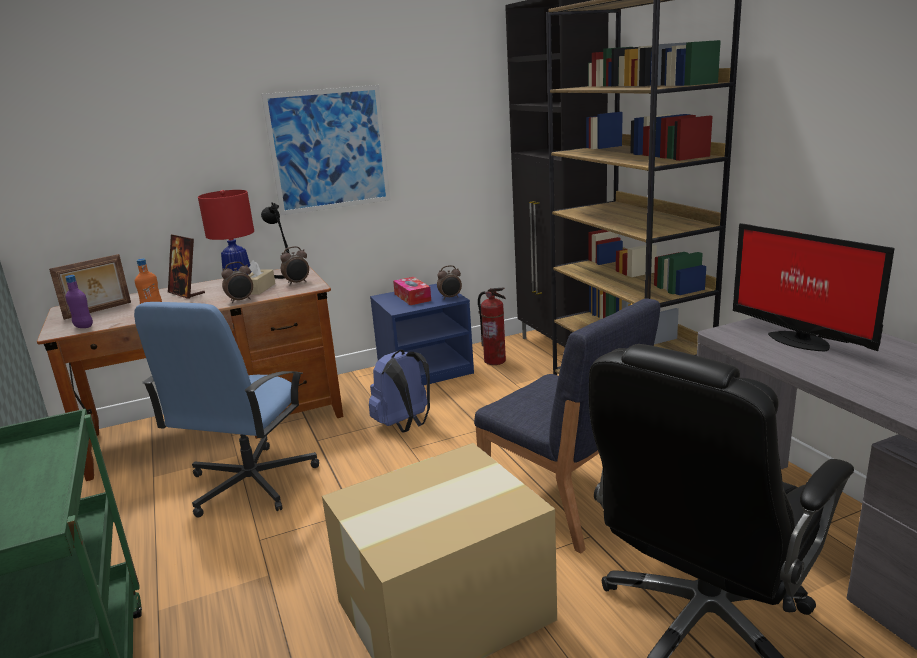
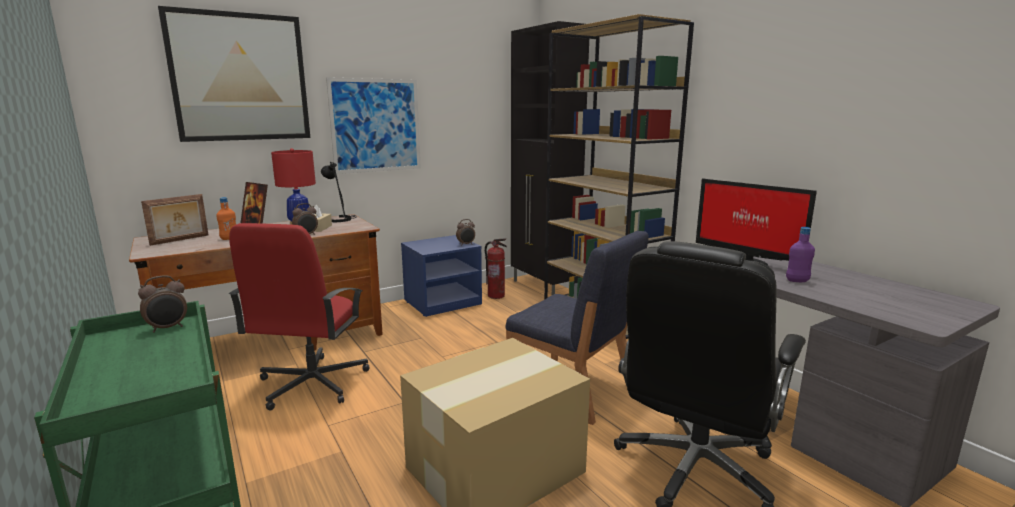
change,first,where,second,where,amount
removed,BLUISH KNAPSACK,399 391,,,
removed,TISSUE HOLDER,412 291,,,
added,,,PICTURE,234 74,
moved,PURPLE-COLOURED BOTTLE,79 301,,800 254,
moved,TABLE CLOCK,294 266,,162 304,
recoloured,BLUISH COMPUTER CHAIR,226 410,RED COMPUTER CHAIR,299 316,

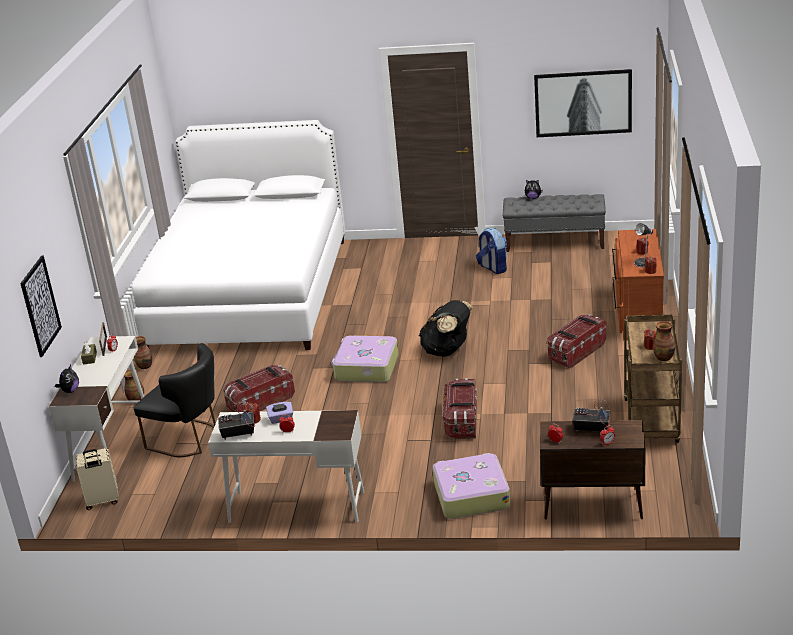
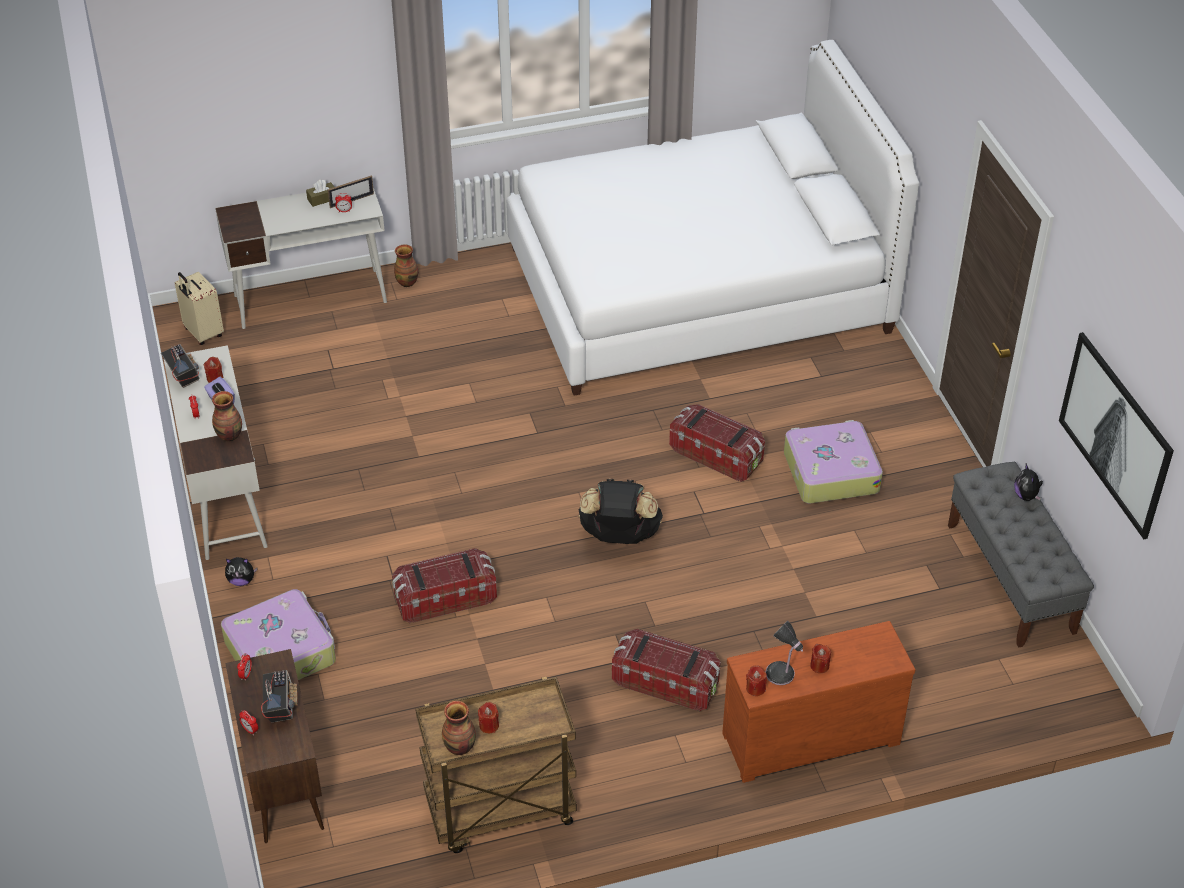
change,first,where,second,where,amount
removed,PICTURE,41 306,,,
removed,BLACK-COLOURED CHAIR,175 400,,,
removed,KNAPSACK,491 251,,,
moved,CUDDLY TOY,67 379,,241 571,
moved,FLOWER VASE,143 352,,227 416,
moved,STORAGE BOX,259 388,,717 443,
moved,TRAVEL CASE,365 359,,833 461,

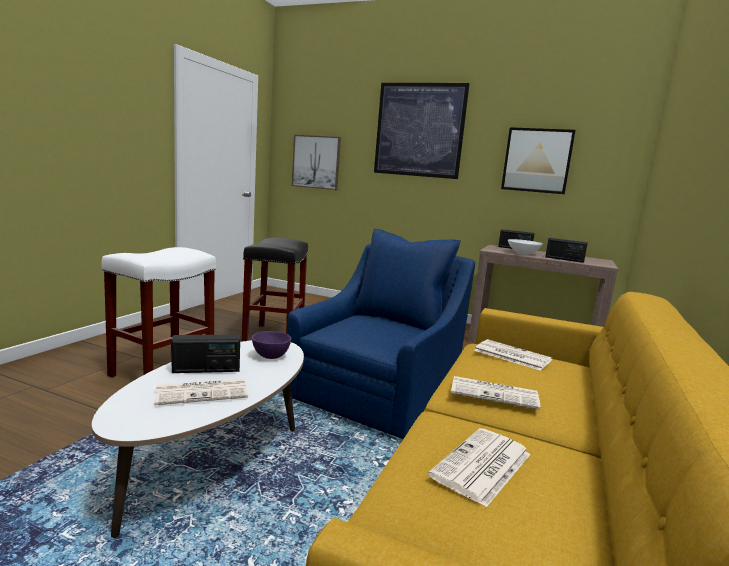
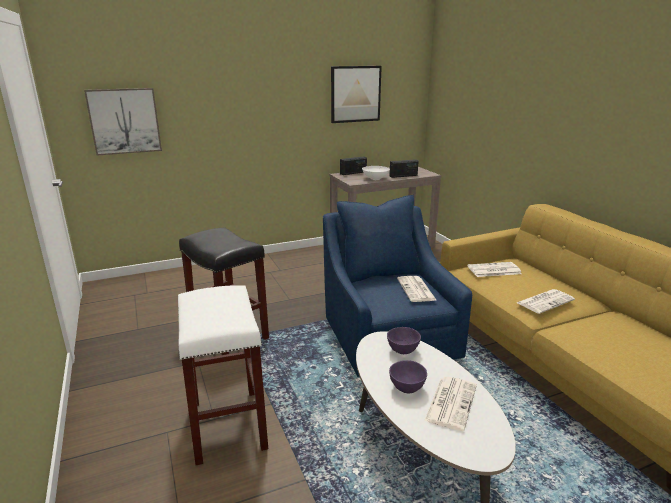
change,first,where,second,where,amount
removed,PICTURE,422 131,,,
moved,PRINTED PAPER,479 467,,416 289,
replaced,RADIO SET,205 354,PURPLE-COLOURED DEEP DISH,408 376,

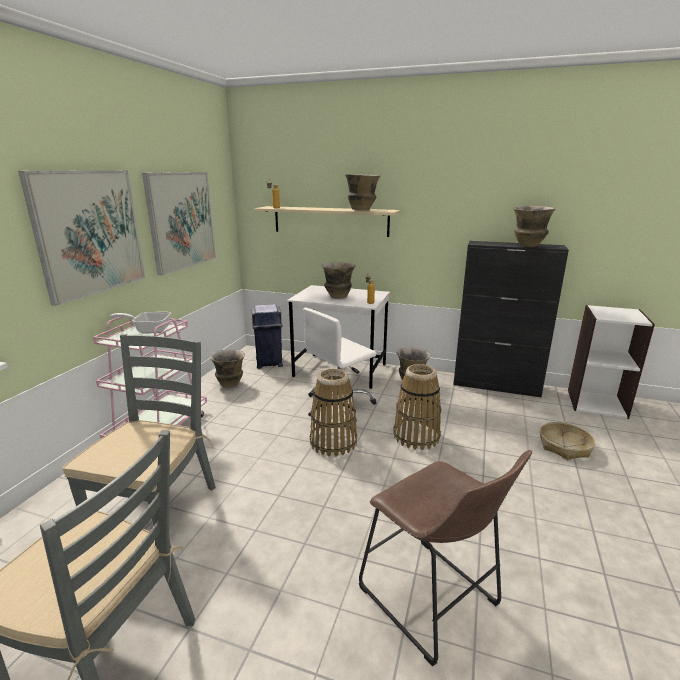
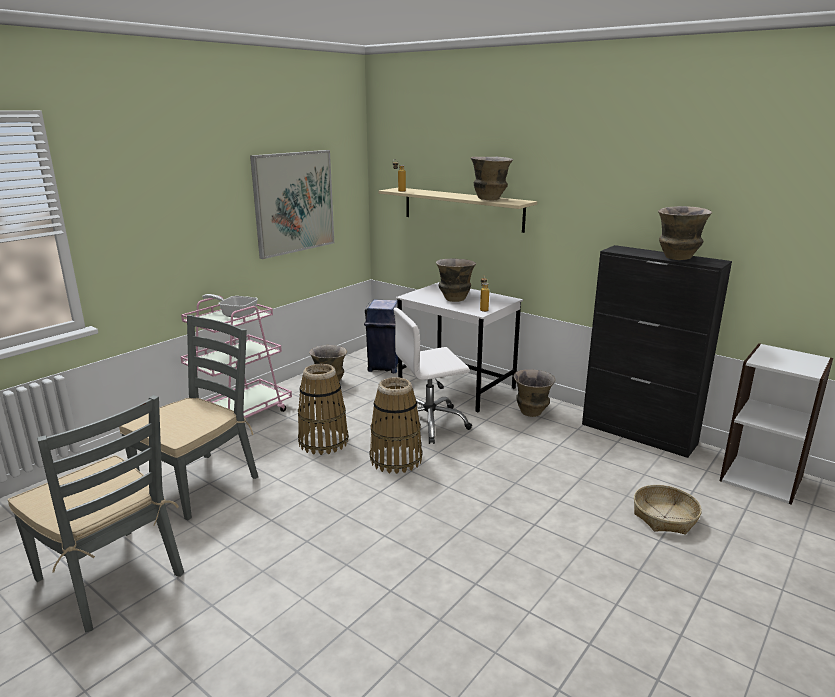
change,first,where,second,where,amount
removed,PICTURE,81 238,,,
removed,BROWNISH STOOL,445 558,,,
moved,STORAGE BASKET,417 407,,323 409,

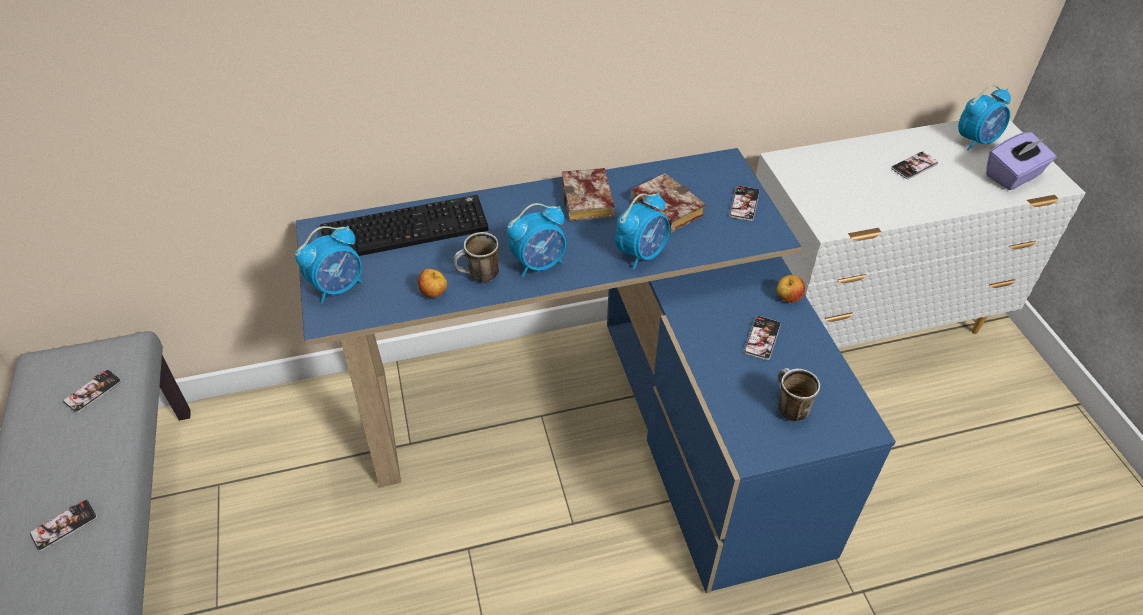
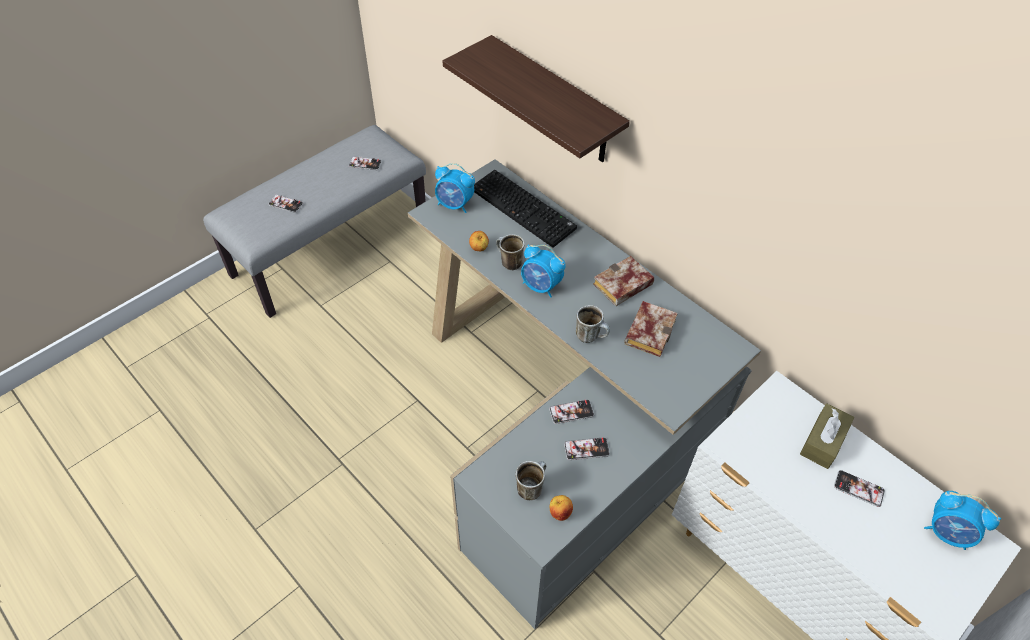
change,first,where,second,where,amount
removed,PURPLE-COLOURED TISSUE HOLDER,1021 161,,,
added,,,WALL SHELF,536 98,
added,,,BROWNISH TISSUE HOLDER,827 436,
moved,PHONE,744 203,,571 412,
moved,APPLE FRUIT,791 289,,561 508,
replaced,TABLE CLOCK,642 231,MUG,593 324,
recoloured,BLUISH DESK UNIT,596 370,GREYISH DESK UNIT,584 394,

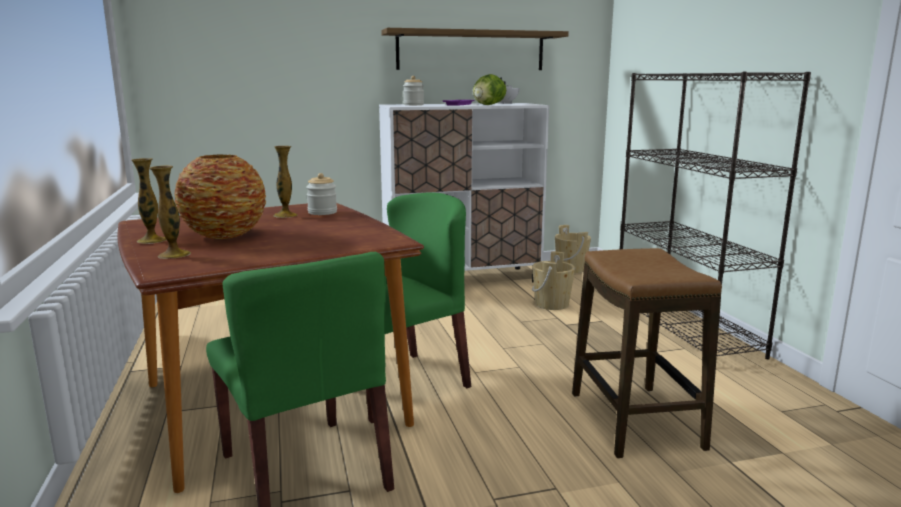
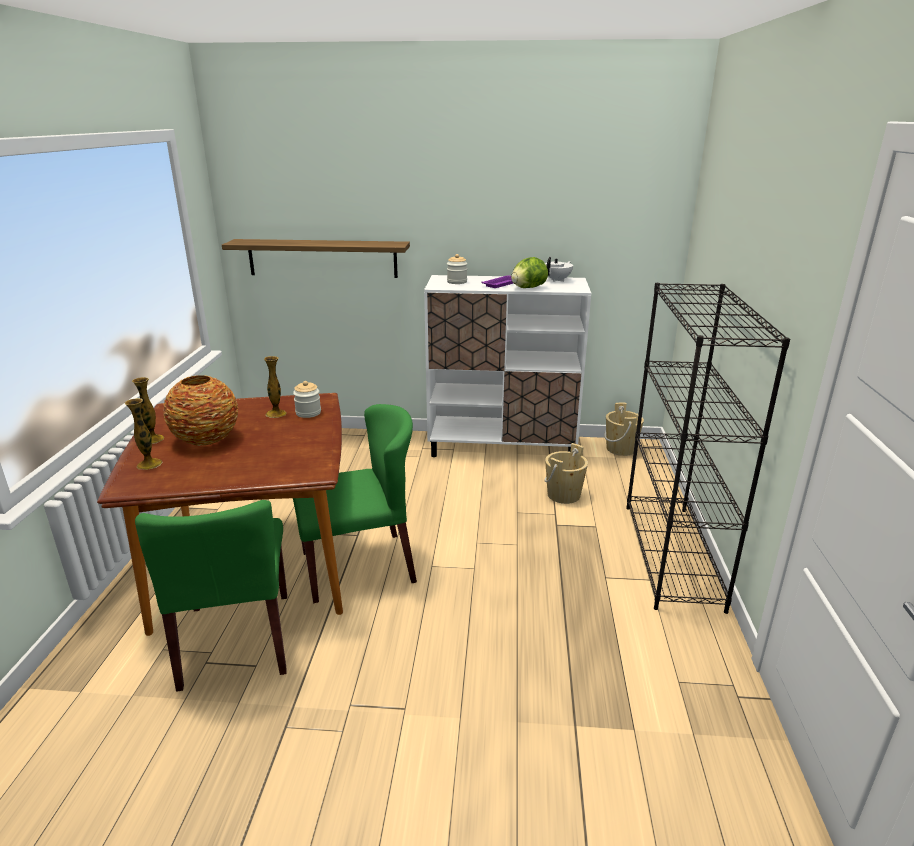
change,first,where,second,where,amount
removed,STOOL,647 353,,,
moved,WALL SHELF,475 49,,316 258,

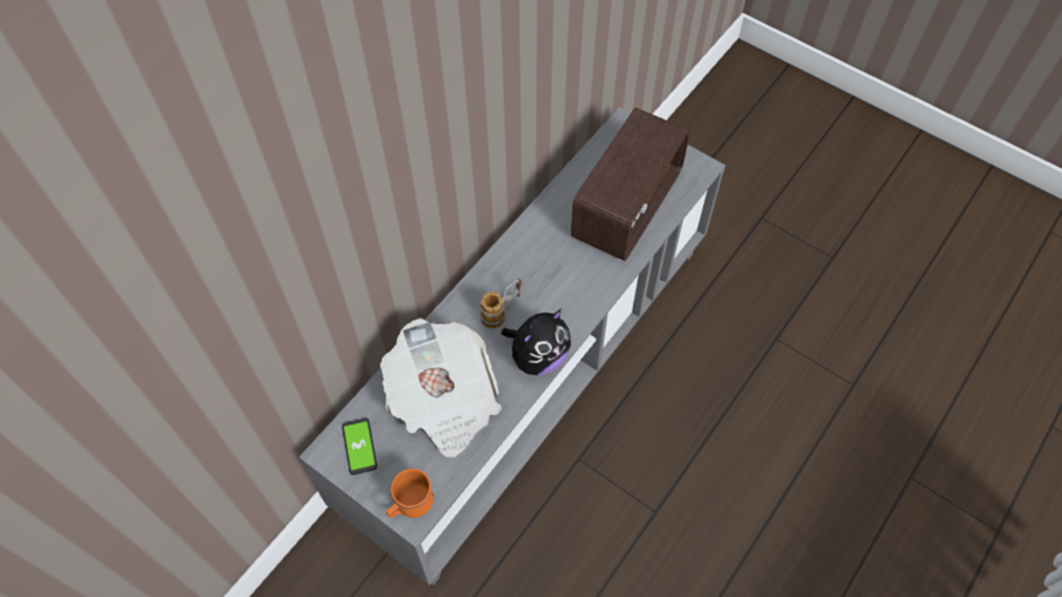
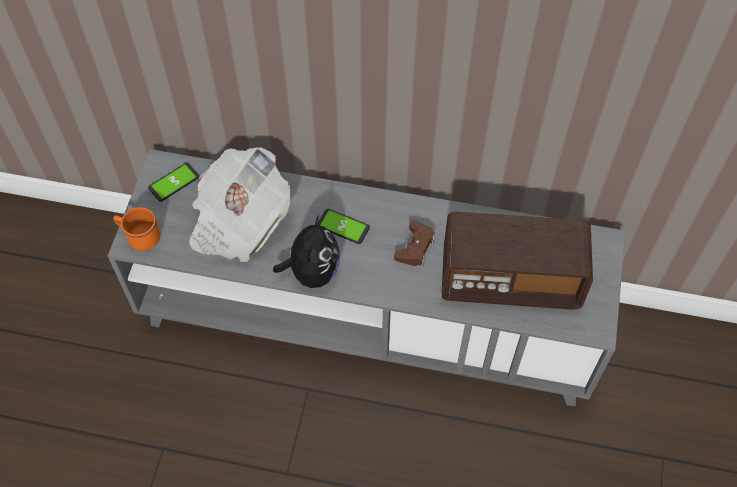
change,first,where,second,where,amount
added,,,BROWNISH GAME CONTROLLER,414 243,
replaced,MUG,500 303,PHONE,344 226,
turned,CUDDLY TOY,536 342,,306 251,105 degrees counterclockwise

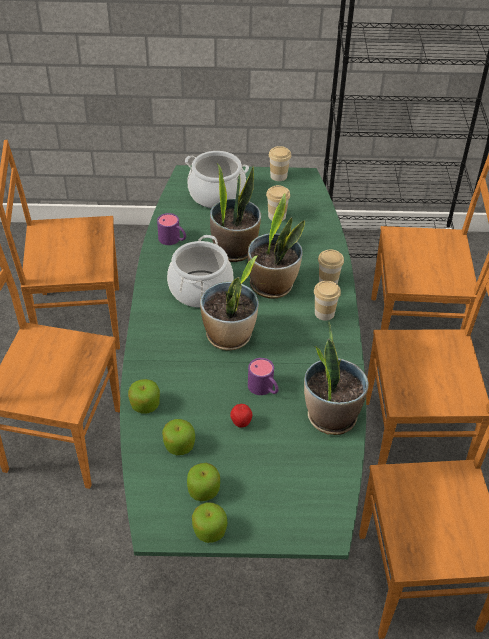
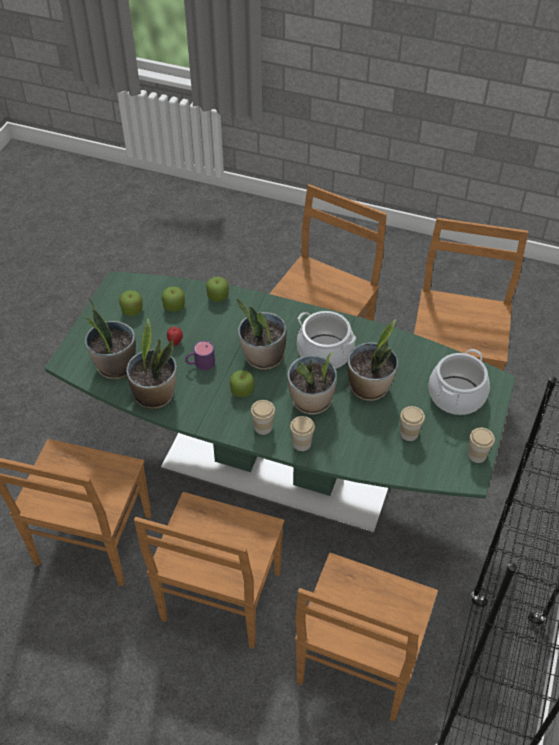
change,first,where,second,where,amount
removed,PURPLE-COLOURED MUG,171 229,,,
added,,,PLANT IN A POT,110 338,
moved,APPLE FRUIT,209 522,,242 383,

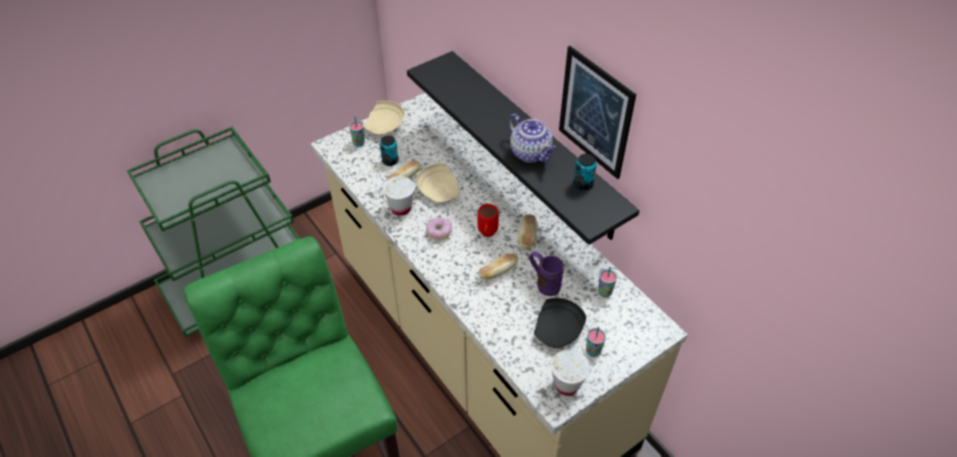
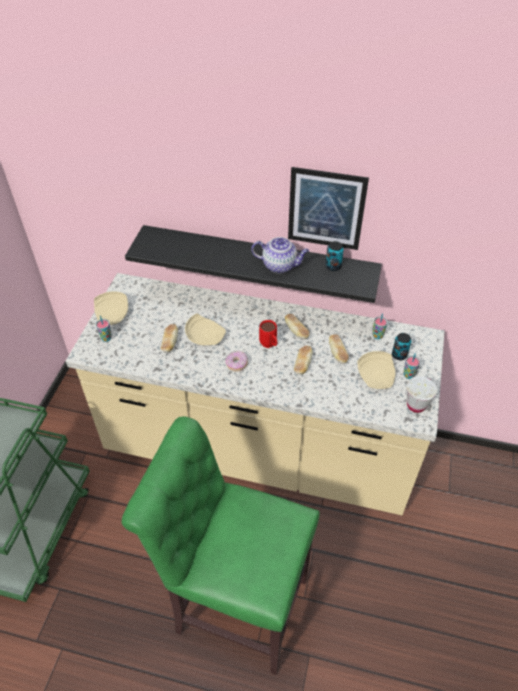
change,first,where,second,where,amount
removed,WHITE-COLOURED SMALL CUP,399 196,,,
moved,METAL CAN,389 150,,401 346,
replaced,PURPLE-COLOURED MUG,546 274,BREAD,339 349,
recoloured,BLACK-COLOURED FLAT DISH,560 323,SAND-COLOURED FLAT DISH,376 370,

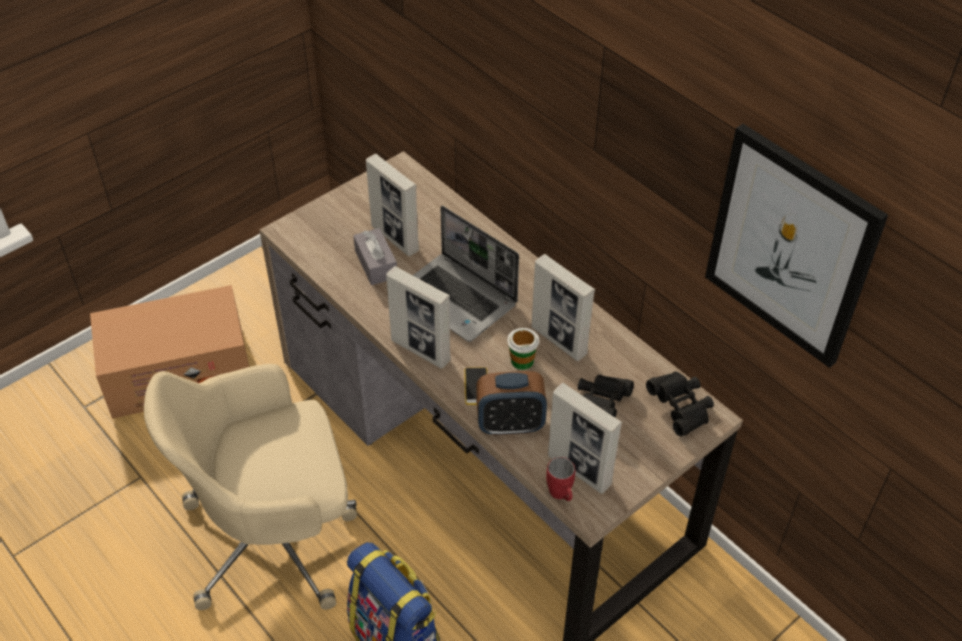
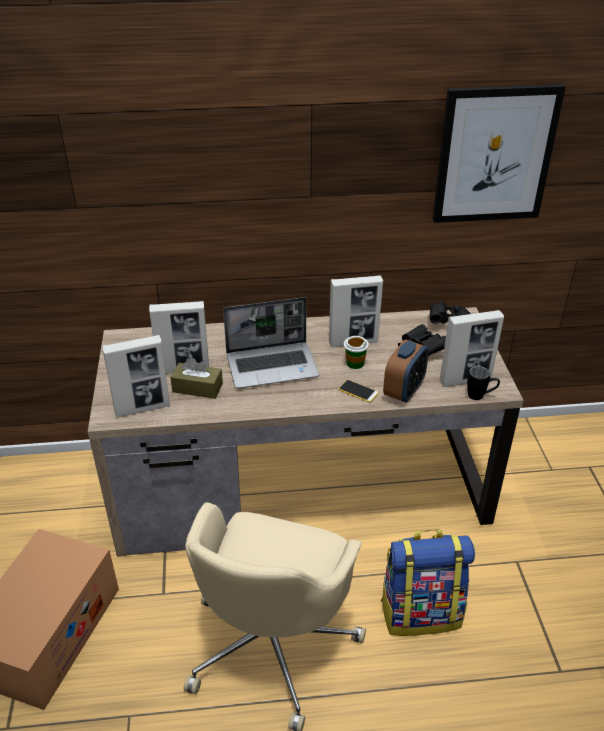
change,first,where,second,where,amount
moved,STANDING FRAME,418 317,,136 376,
recoloured,GREYISH TISSUE HOLDER,375 256,BROWNISH TISSUE HOLDER,196 378,
recoloured,RED MUG,560 479,BLACK-COLOURED MUG,483 383,

